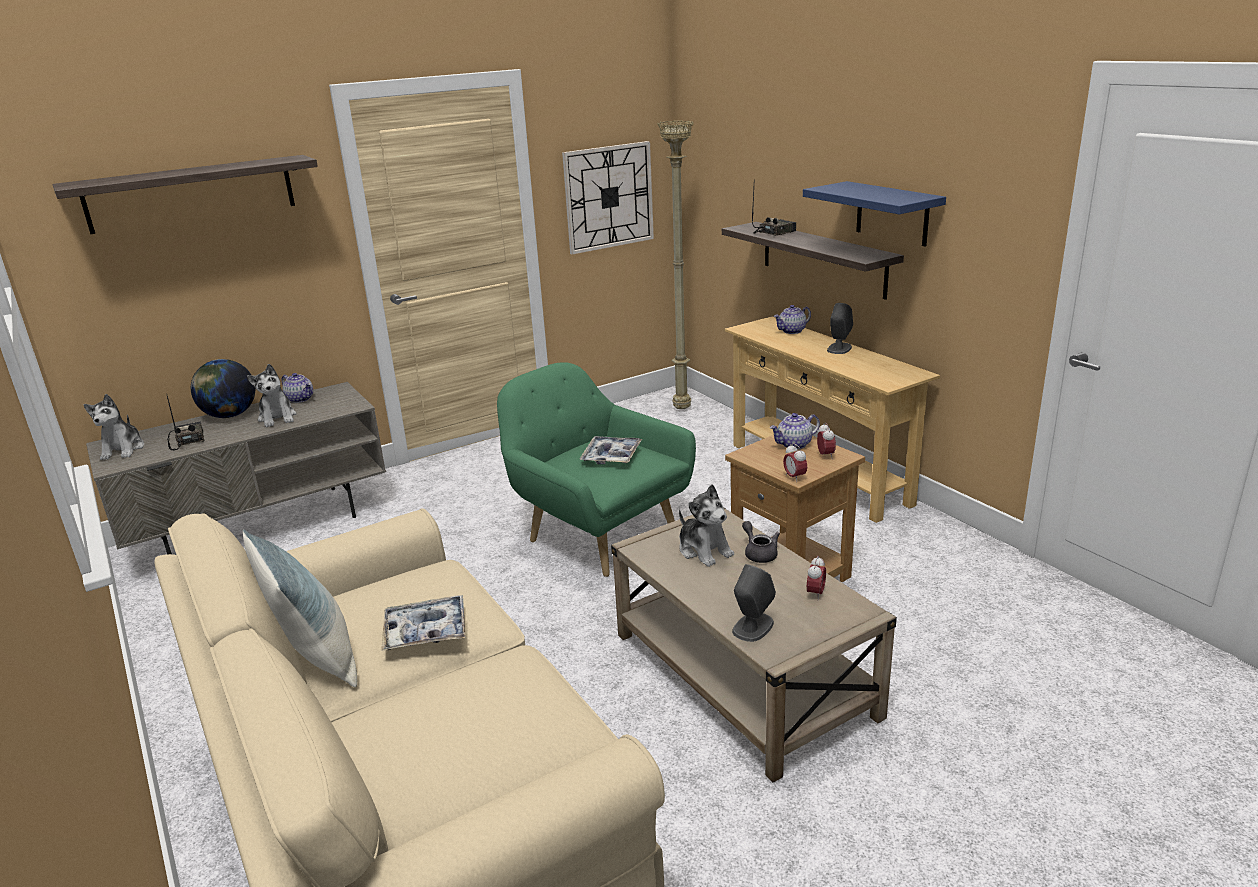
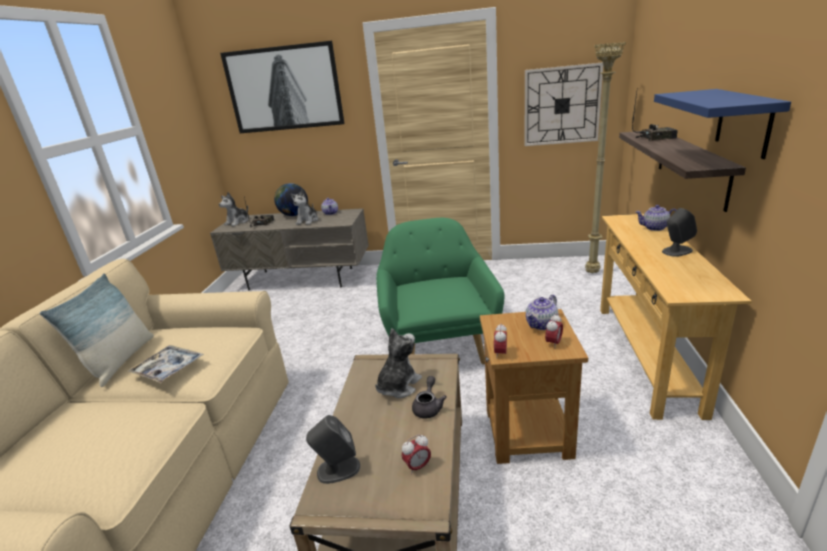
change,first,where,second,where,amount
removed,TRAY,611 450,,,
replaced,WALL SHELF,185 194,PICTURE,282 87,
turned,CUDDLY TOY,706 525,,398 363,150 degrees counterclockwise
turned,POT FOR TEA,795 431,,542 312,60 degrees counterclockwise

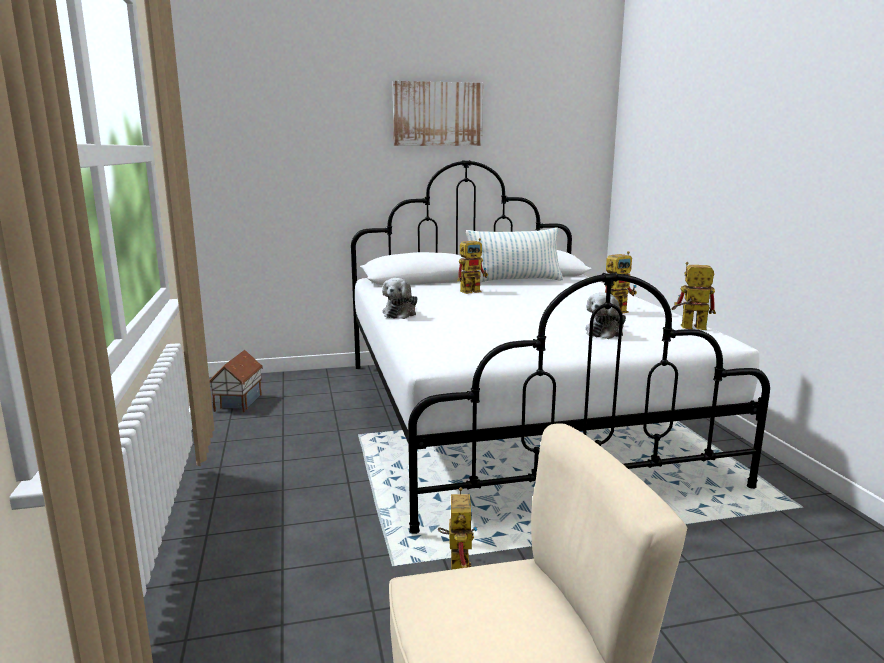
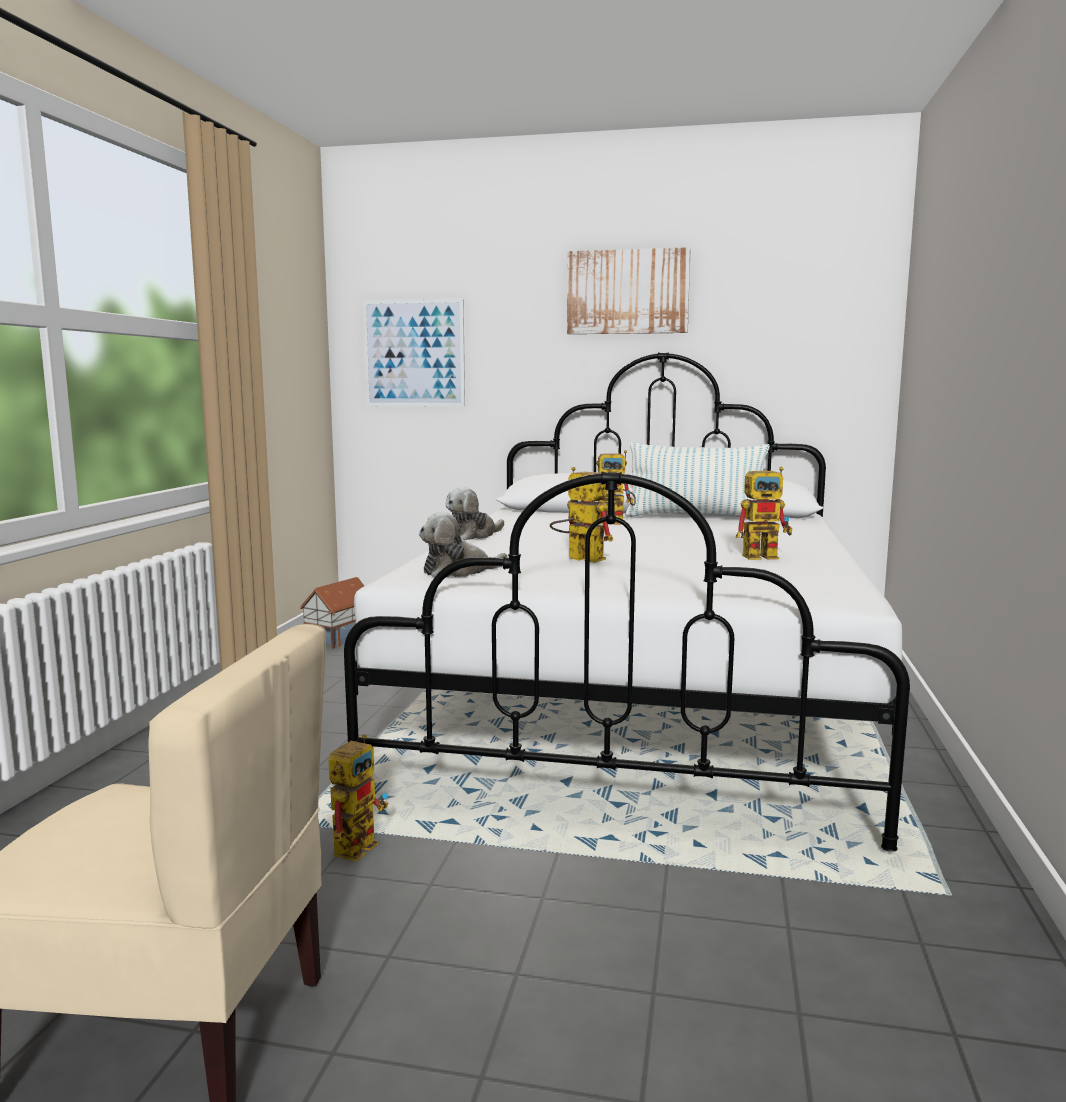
change,first,where,second,where,amount
added,,,PICTURE,414 353,
moved,CUDDLY TOY,605 315,,463 544,
moved,MODEL ROBOT,694 296,,581 515,

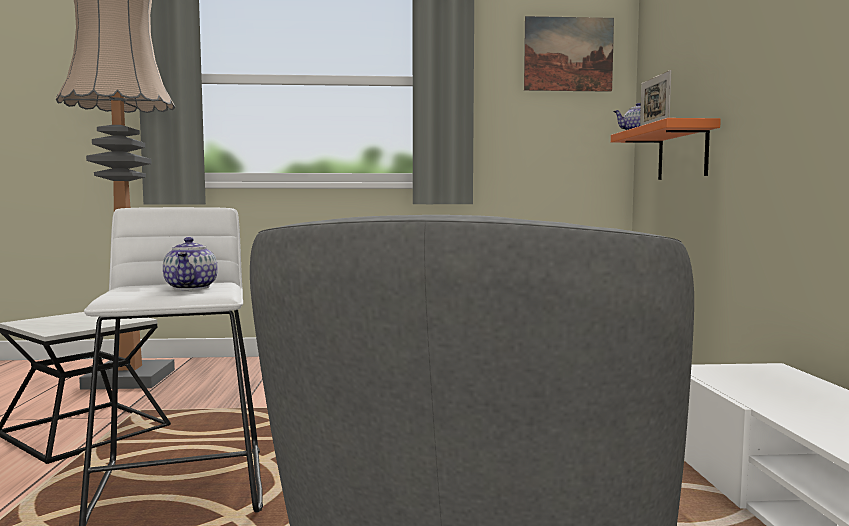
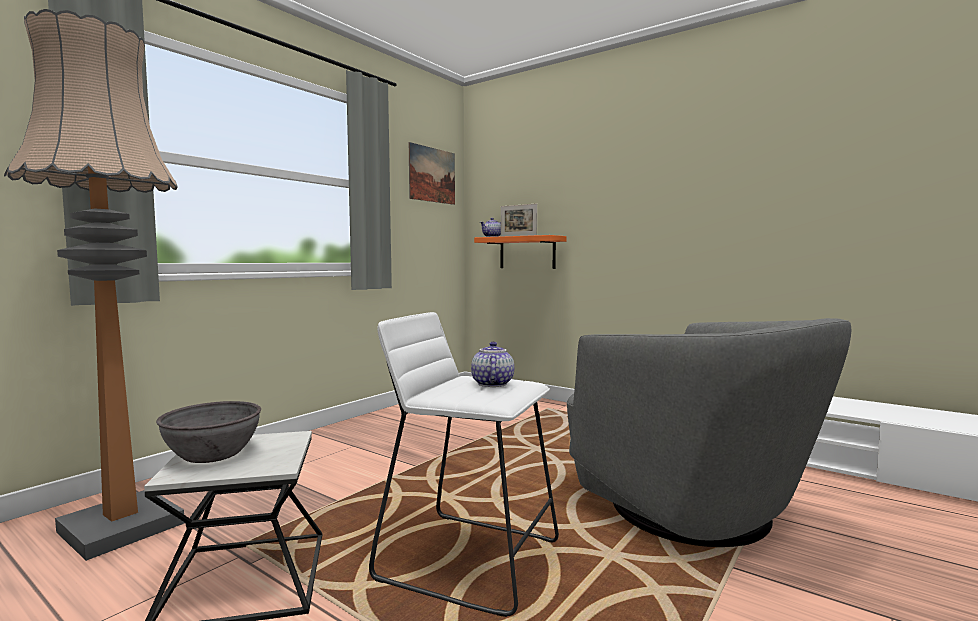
change,first,where,second,where,amount
added,,,GREYISH DEEP DISH,208 432,
turned,POT FOR TEA,190 263,,492 364,120 degrees counterclockwise

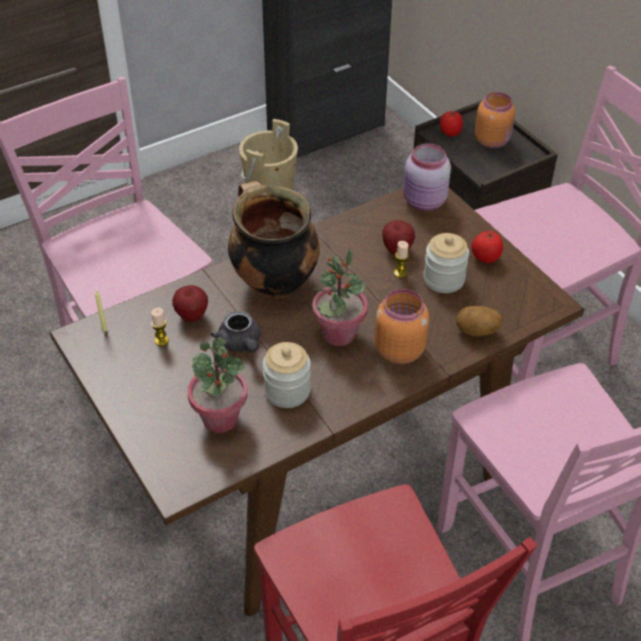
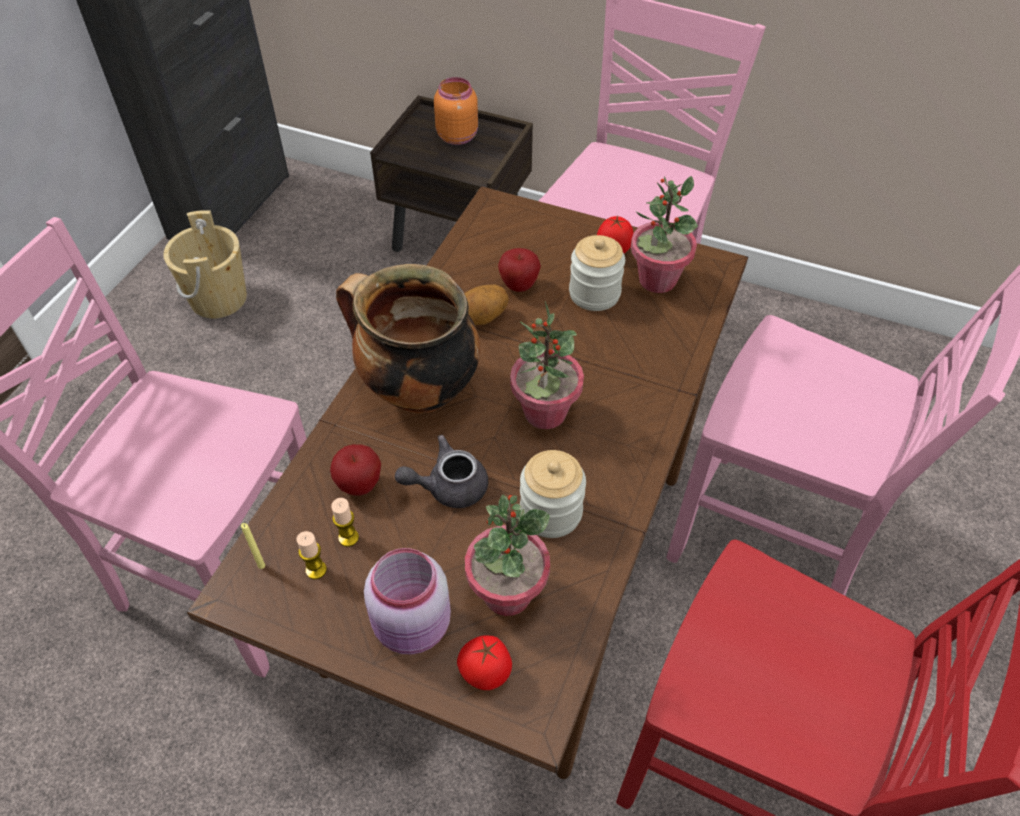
change,first,where,second,where,amount
removed,ORANGE-COLOURED PRESERVE JAR,402 326,,,
added,,,PLANT IN A POT,664 234,
moved,CANDLE,401 259,,311 555,
moved,PINK PRESERVE JAR,427 177,,407 601,
moved,WHOLE TOMATO,451 124,,484 662,
moved,SPUD,479 321,,486 304,
turned,GREYISH POT FOR TEA,236 331,,441 471,135 degrees clockwise

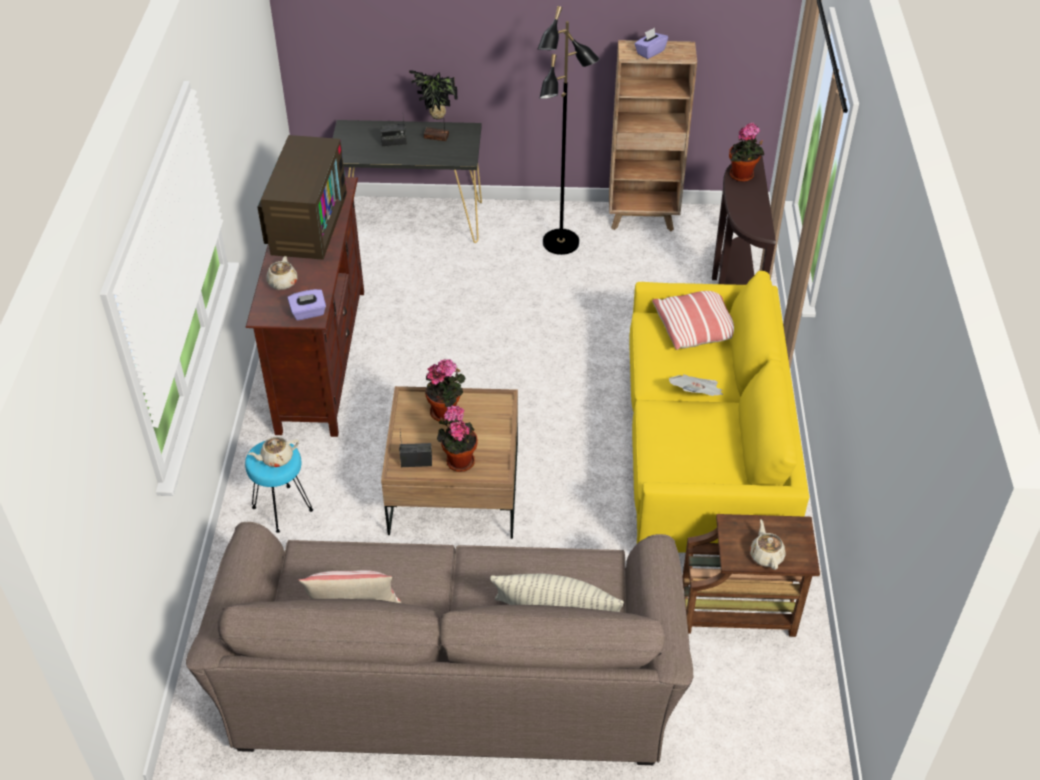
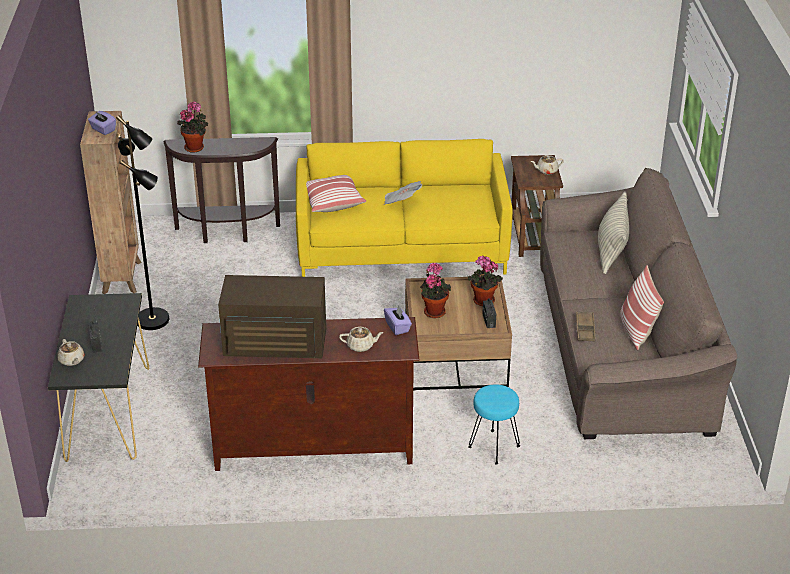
change,first,where,second,where,amount
removed,PLANT IN A POT,433 105,,,
added,,,BROWNISH TRAY,586 326,
moved,SAND-COLOURED POT FOR TEA,273 452,,71 352,

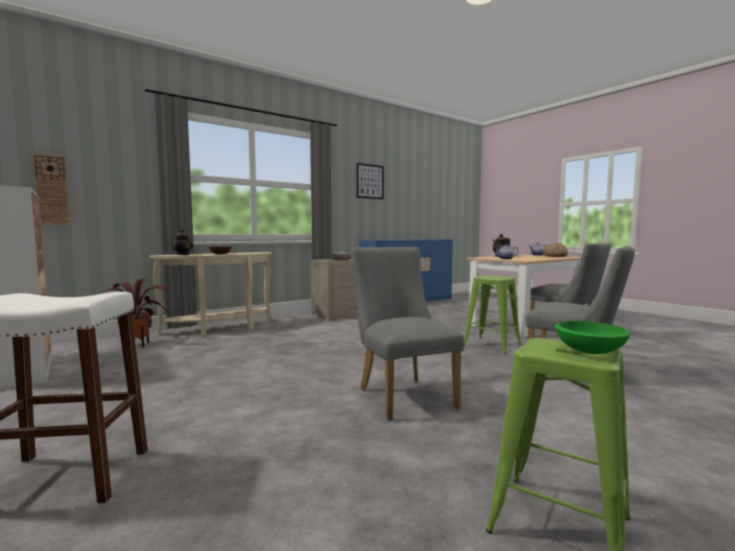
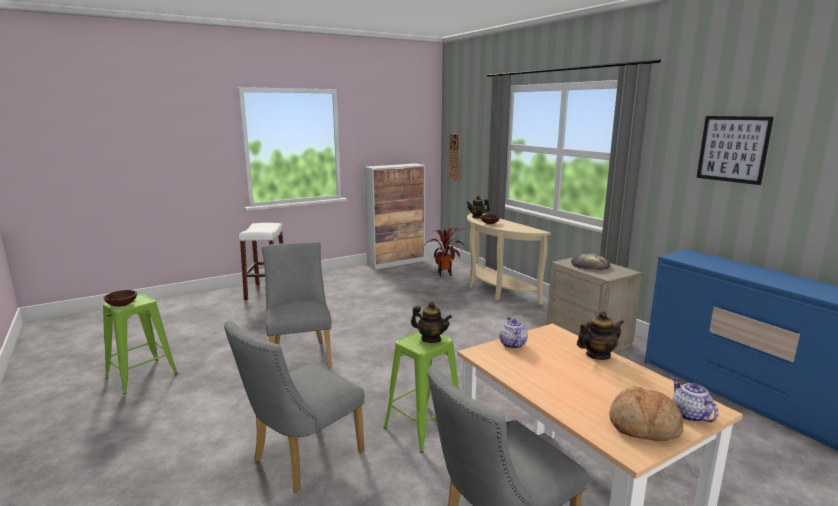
change,first,where,second,where,amount
added,,,POT FOR TEA,431 322,
recoloured,GREENISH DEEP DISH,592 337,BROWNISH DEEP DISH,120 298,
turned,GREYISH CHAIR,408 334,,297 305,90 degrees counterclockwise

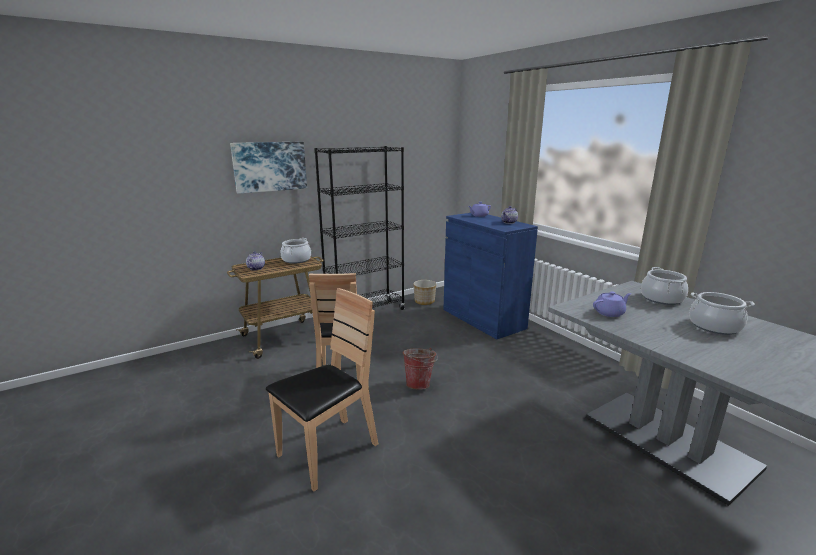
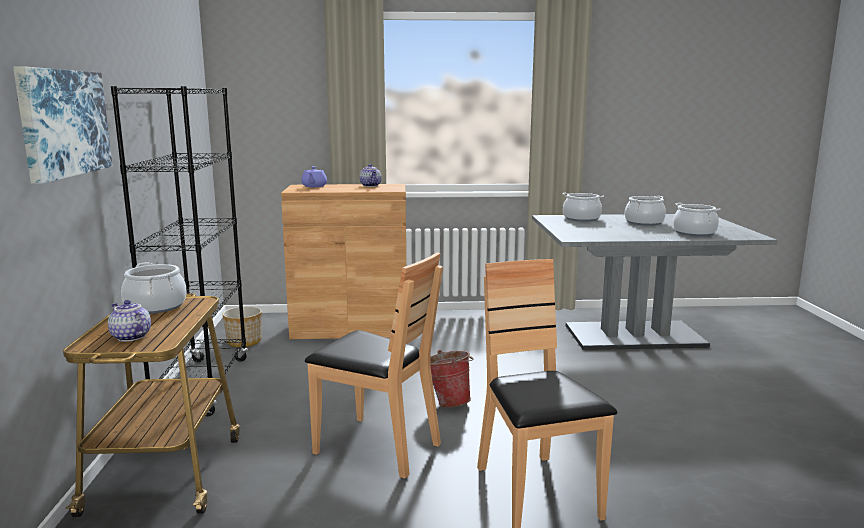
change,first,where,second,where,amount
removed,PURPLE-COLOURED POT FOR TEA,612 304,,,
added,,,STOCKPOT,696 219,
recoloured,BLUISH CUPBOARD,490 276,BROWNISH CUPBOARD,343 261,

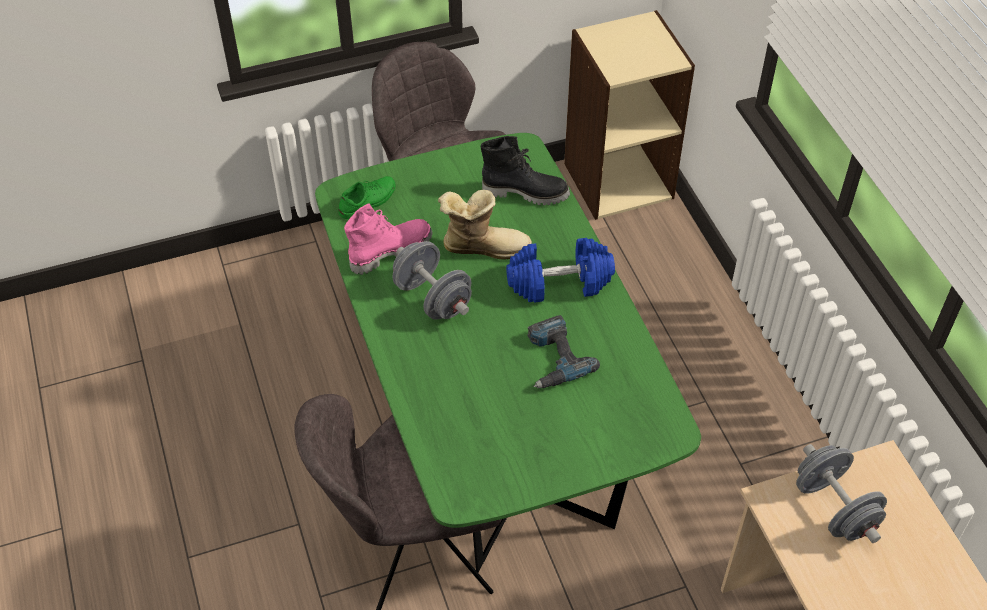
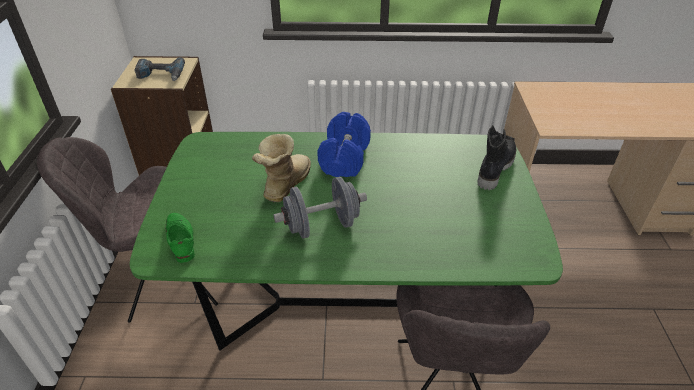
change,first,where,second,where,amount
removed,PINK TALL BOOT,388 239,,,
removed,GREYISH HAND WEIGHT,841 493,,,
moved,BLACK-COLOURED TALL BOOT,525 170,,497 157,
moved,POWER DRILL,564 351,,159 69,

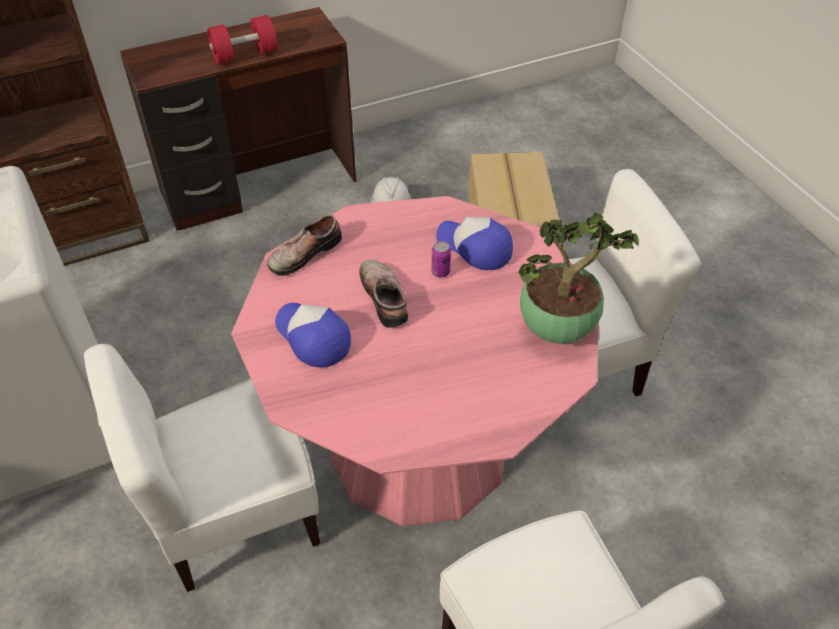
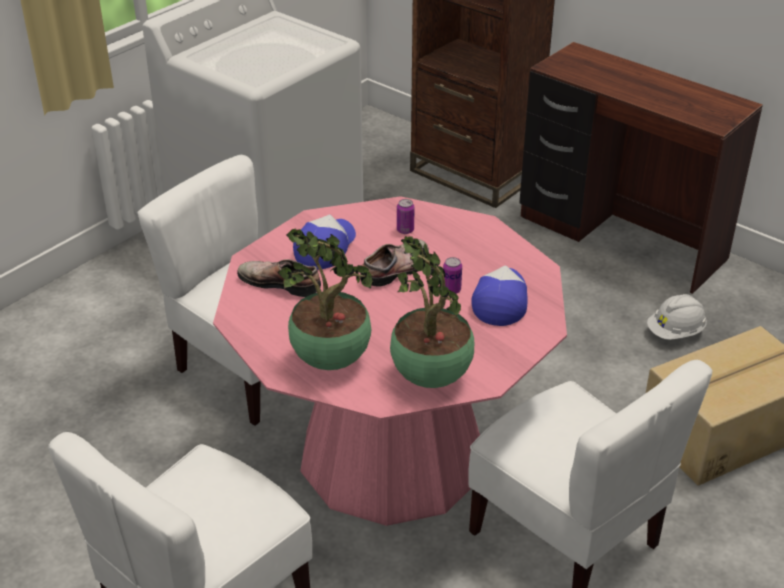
change,first,where,second,where,amount
removed,RED HAND WEIGHT,242 39,,,
added,,,PLANT IN A POT,325 299,
added,,,METAL CAN,406 216,
moved,SHOE,304 245,,279 278,

